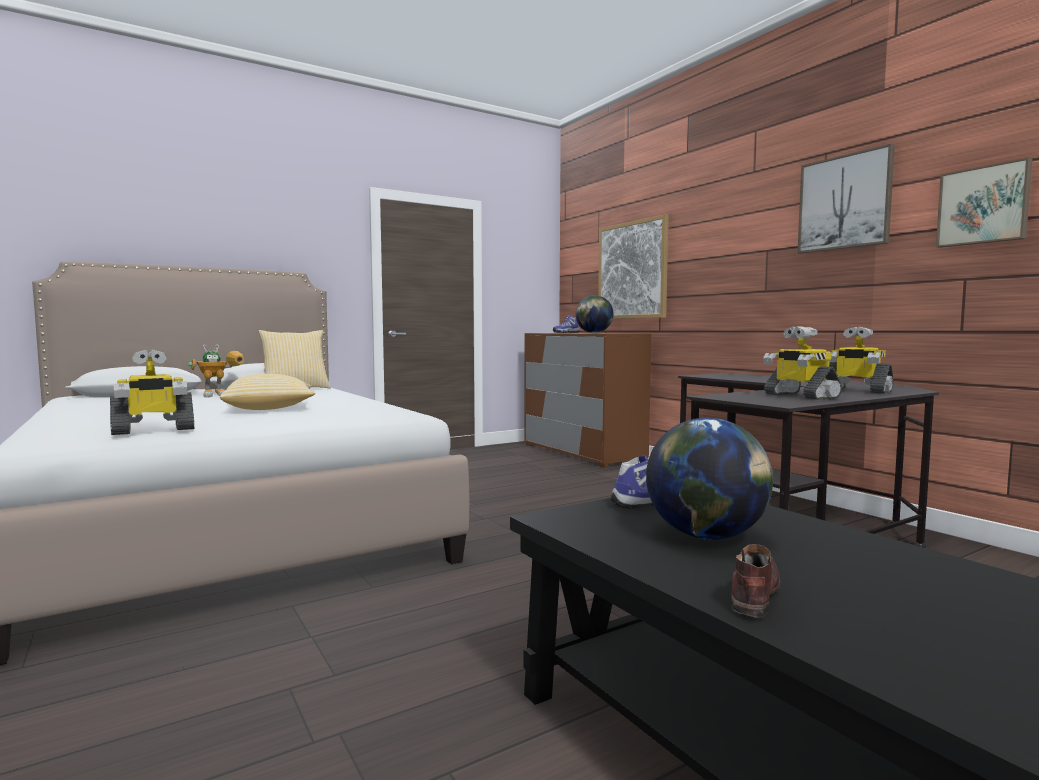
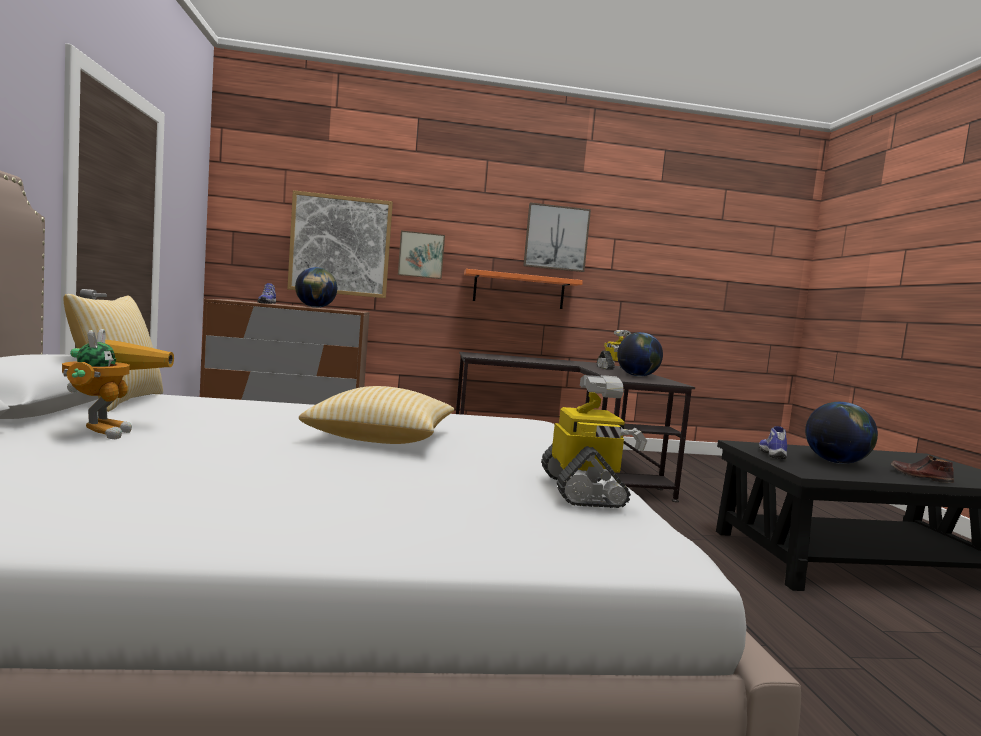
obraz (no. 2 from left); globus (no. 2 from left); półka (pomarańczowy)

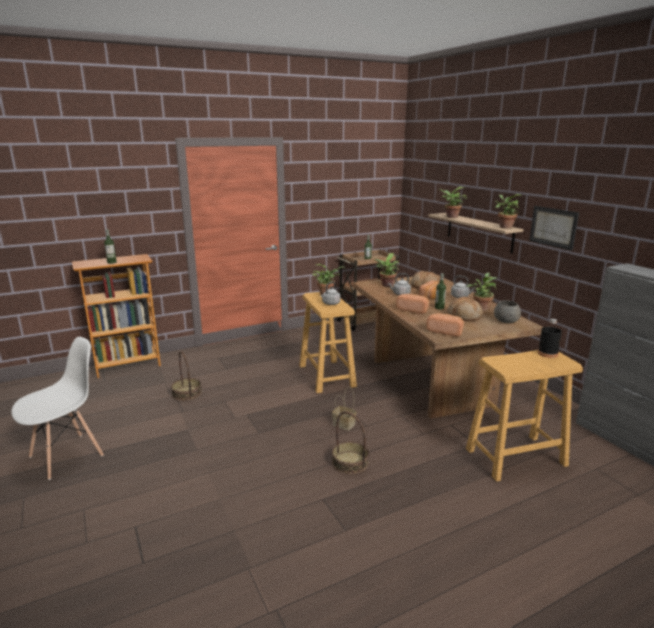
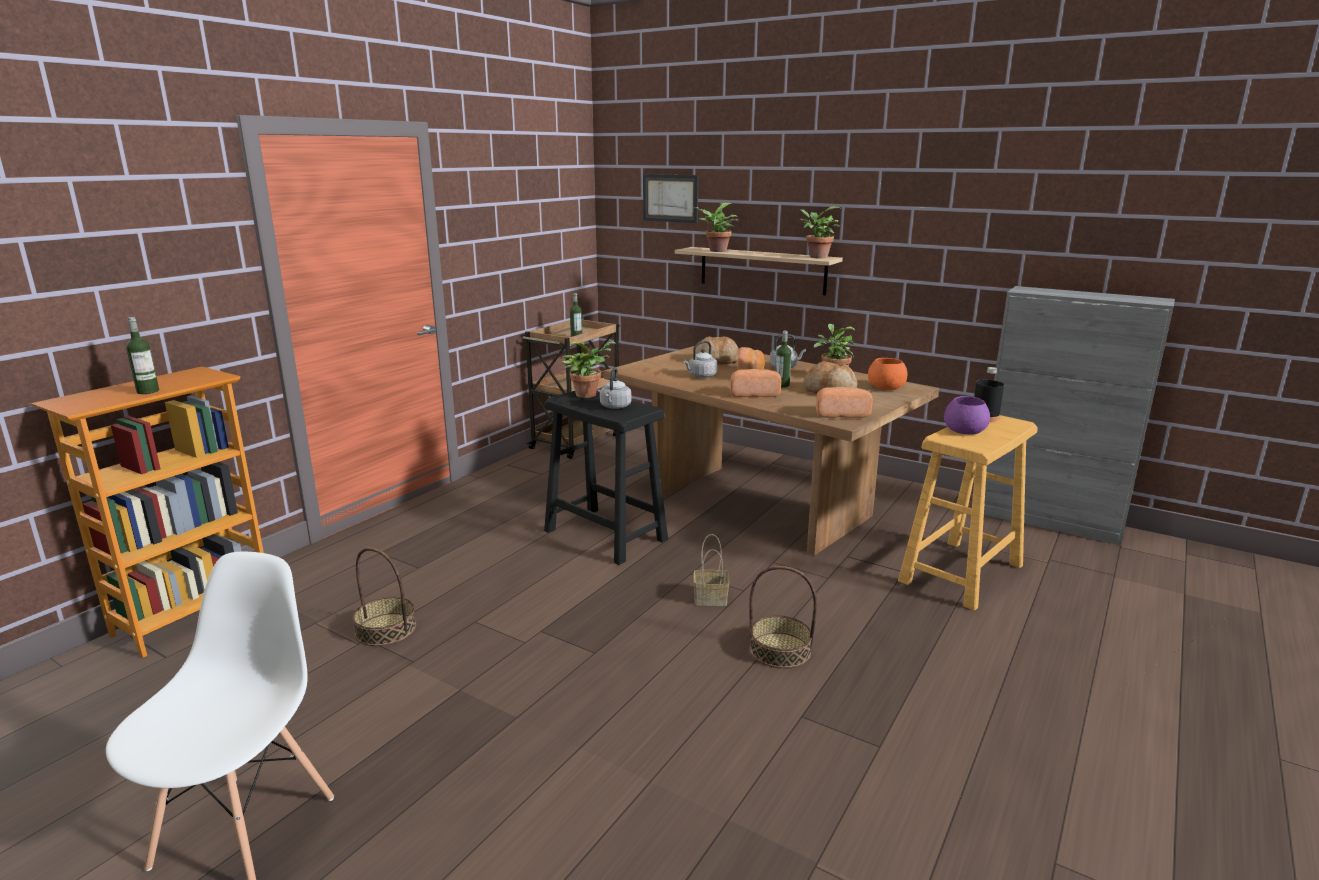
obraz; roślina doniczkowa (no. 2 from left in the first image); stołek (czarny); miska (pomarańczowy); miska (fioletowy)

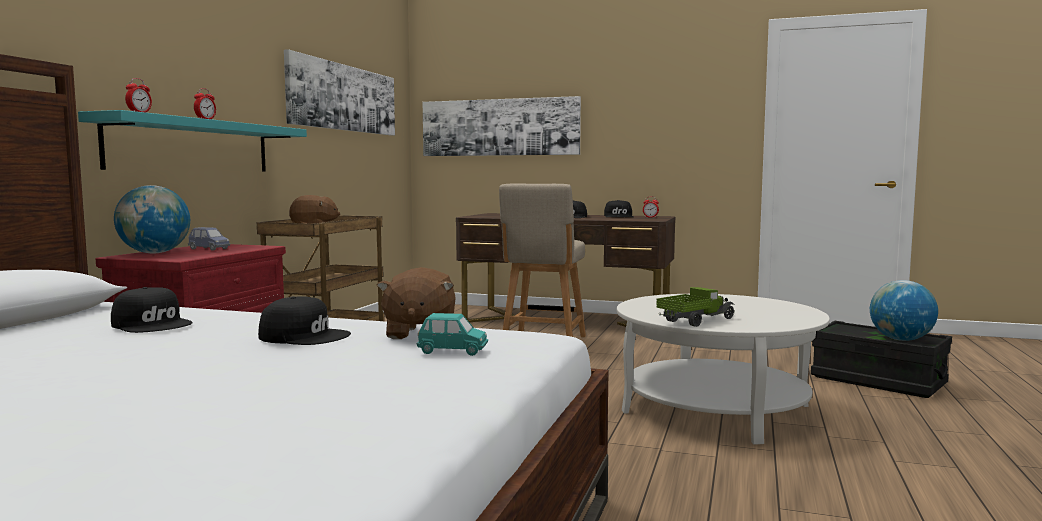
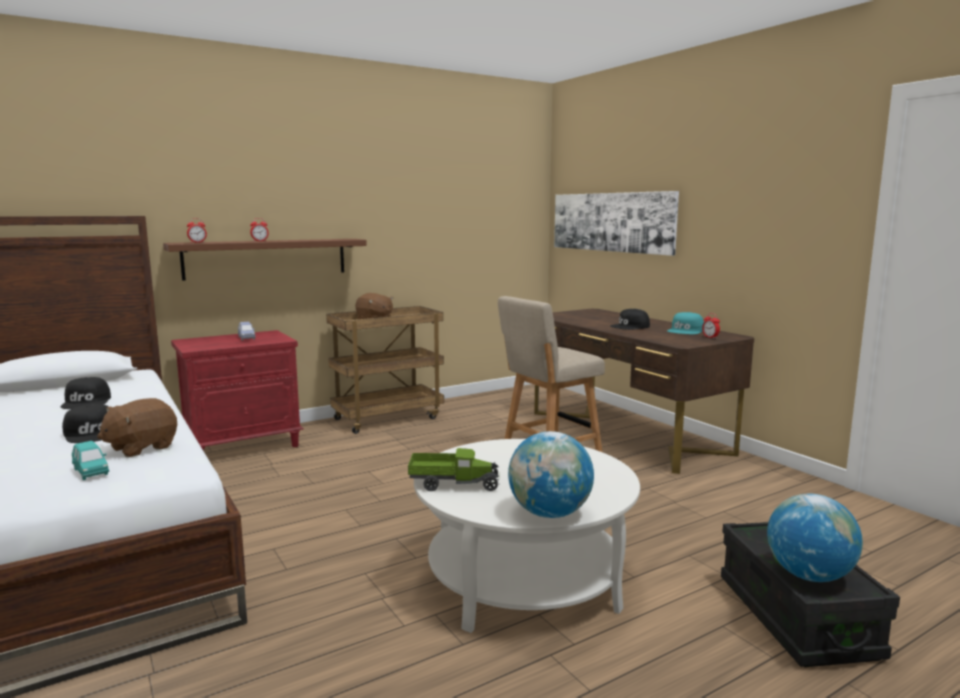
obraz (no. 1 from left in the first image); półka (brązowy); globus (no. 1 from left); czapka z daszkiem (turkusowy)

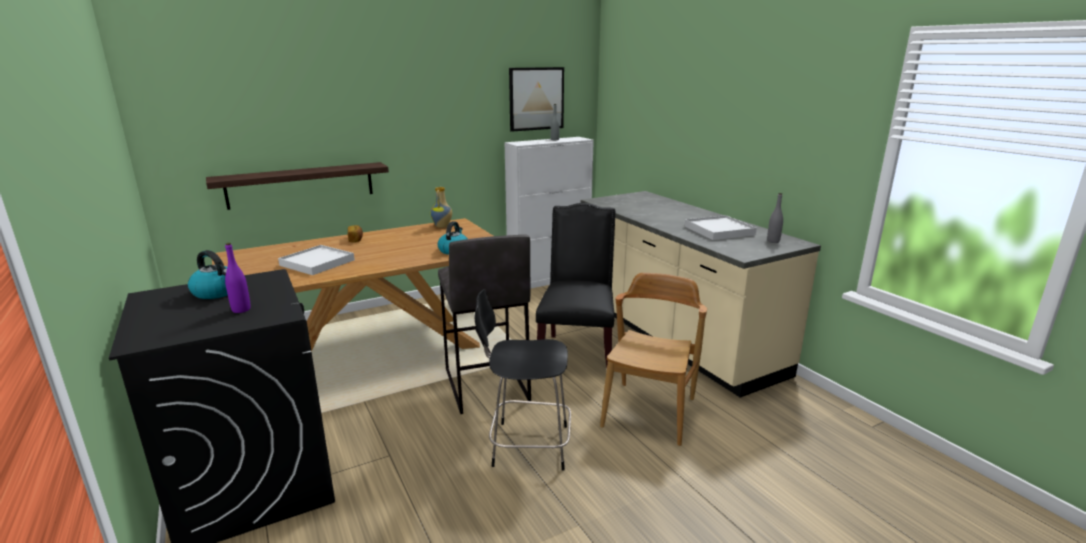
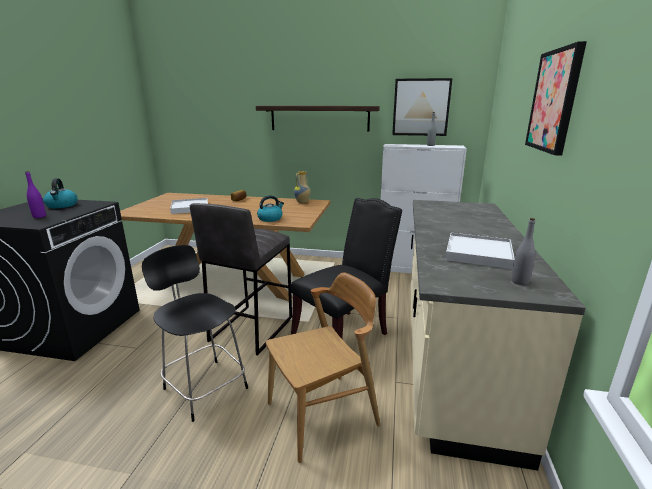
półka; obraz (no. 2 from left)

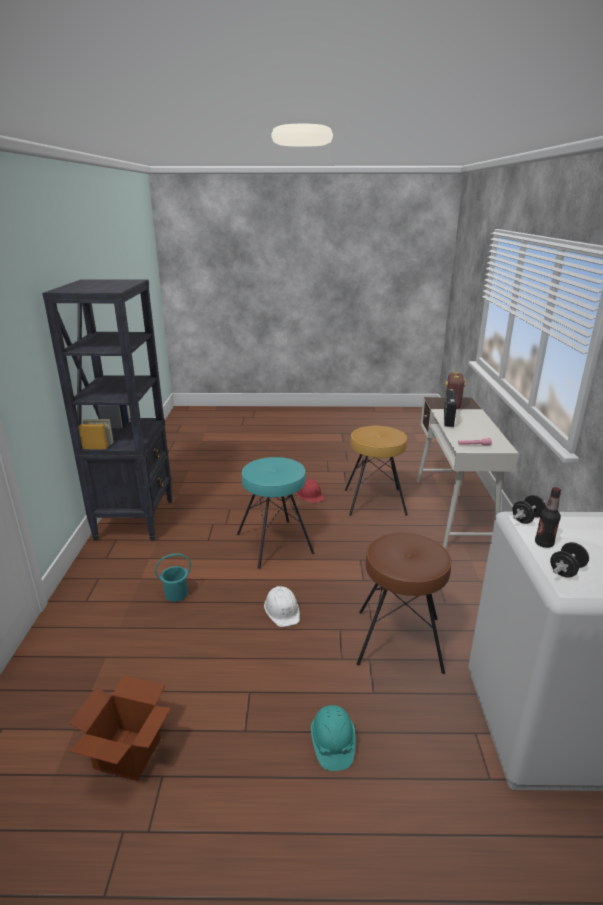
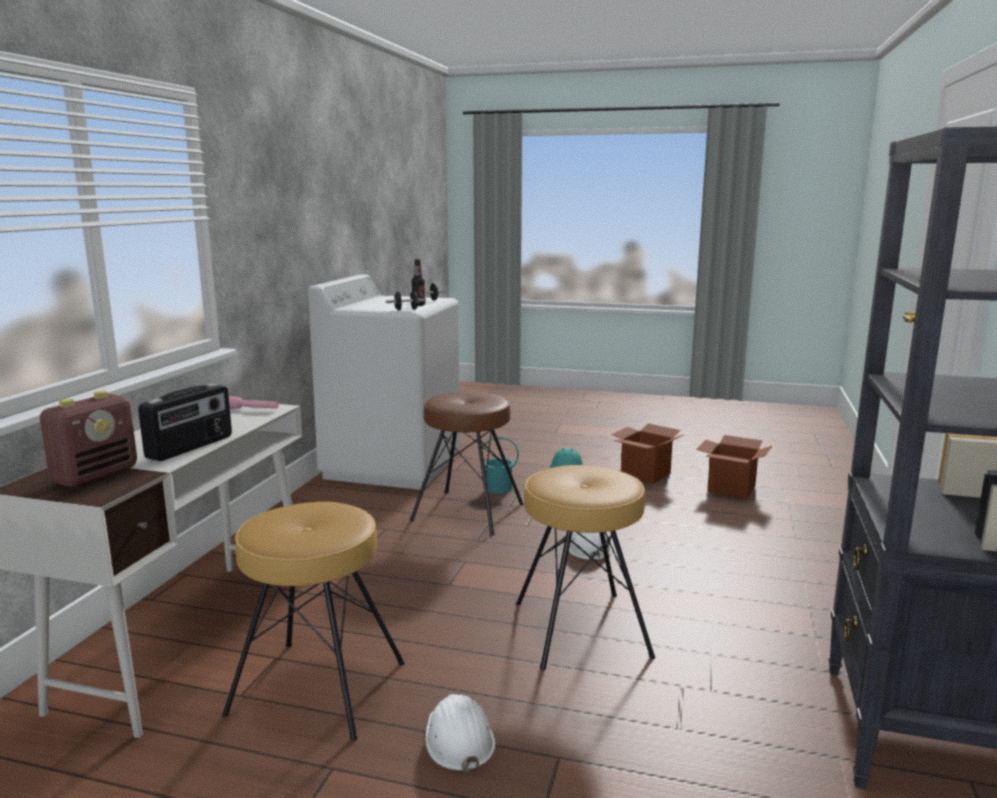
stołek (brązowy) (no. 3 from left); kask (biały) (no. 1 from left); wiadro (turkusowy); karton (no. 1 from left)

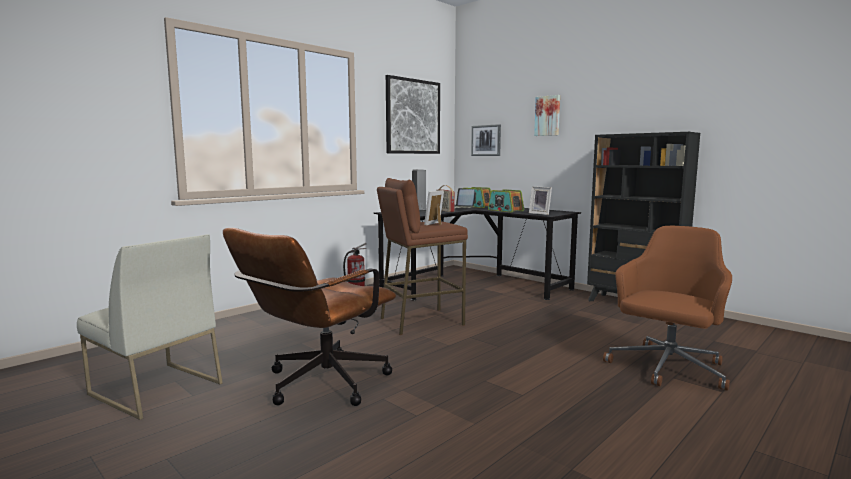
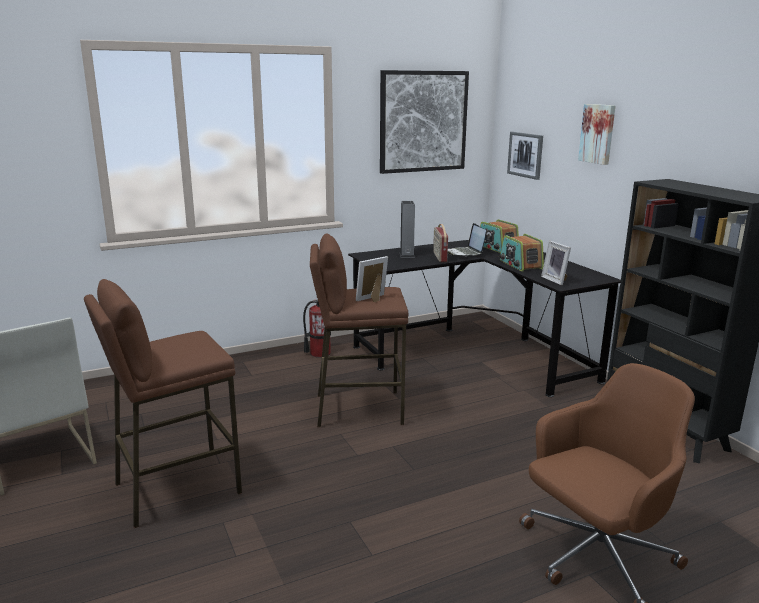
stołek (brązowy) (no. 1 from left)

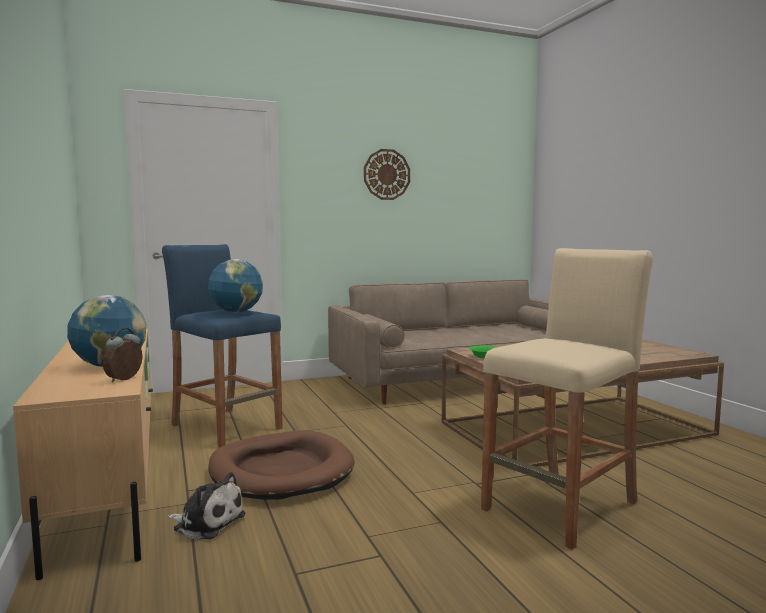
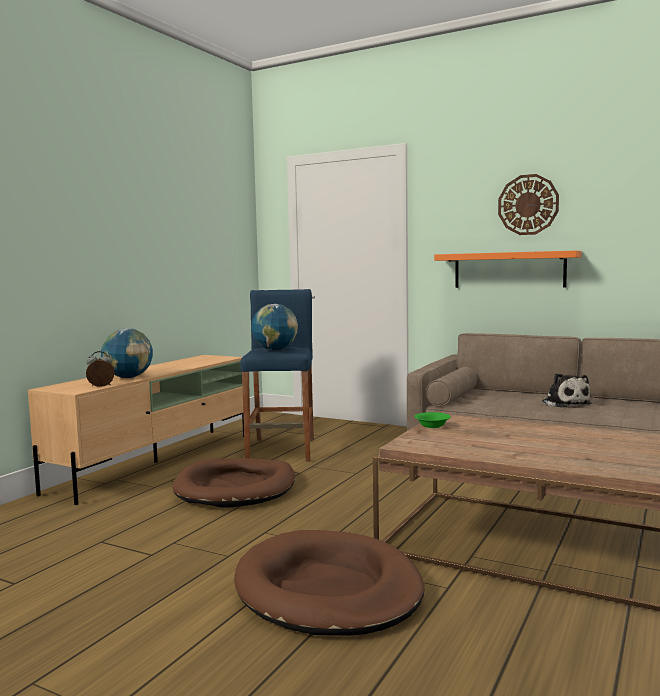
legowisko (brązowy) (no. 2 from left); pluszak; półka (pomarańczowy)

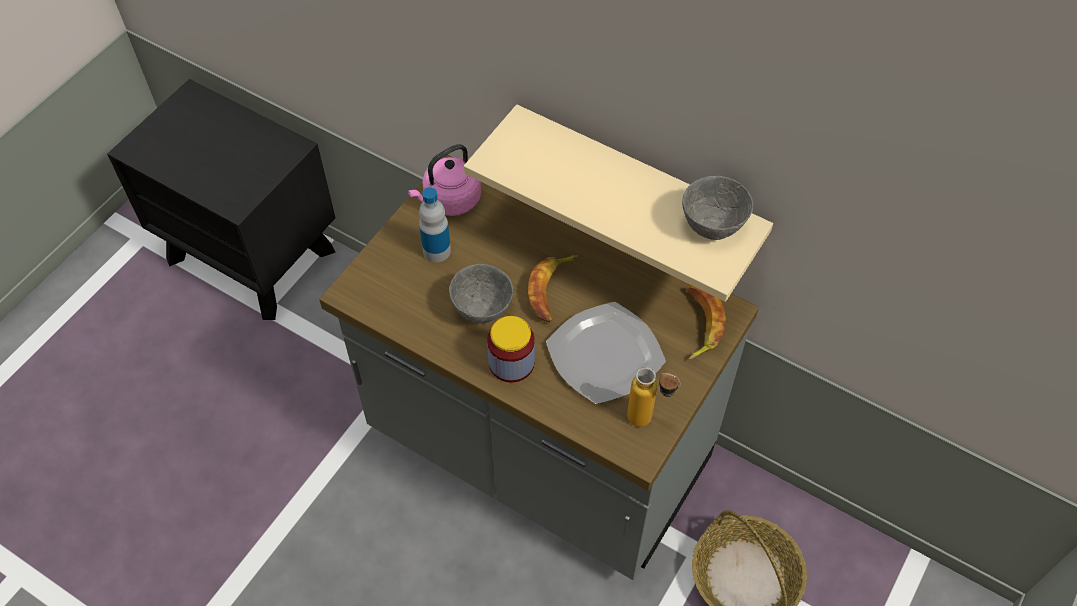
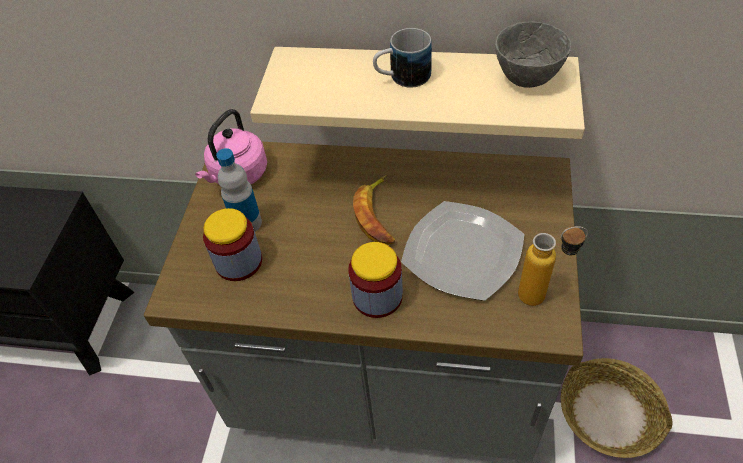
miska (szary) (no. 1 from left in the first image); banan (no. 2 from left in the first image); kubek; słoik (no. 1 from left)

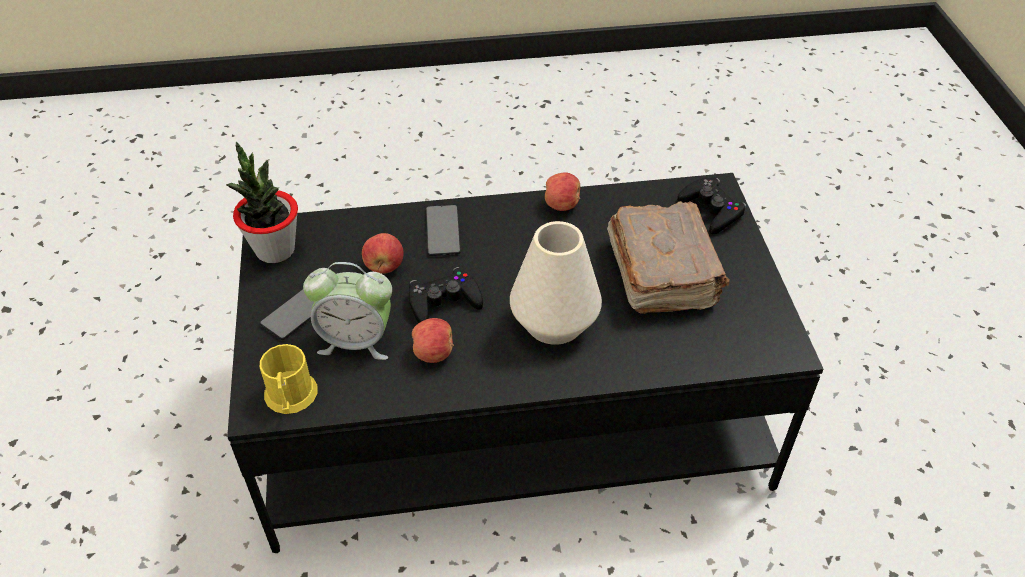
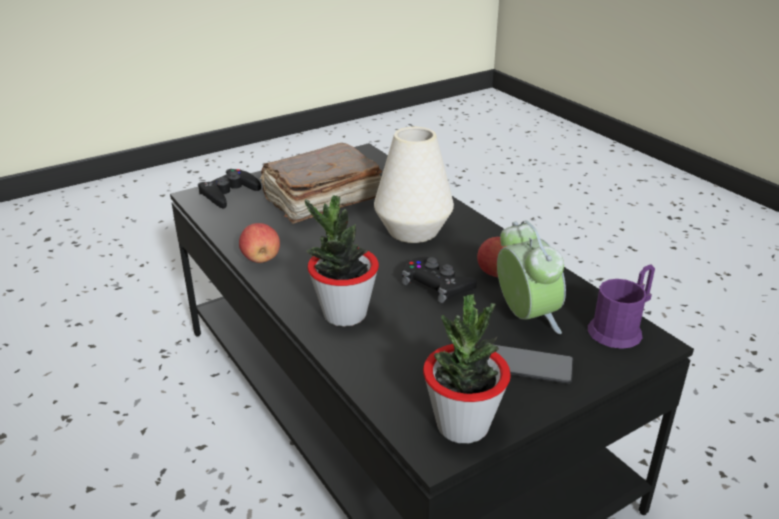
roślina doniczkowa (no. 1 from left); jabłko (no. 1 from left in the first image); kubek (fioletowy)

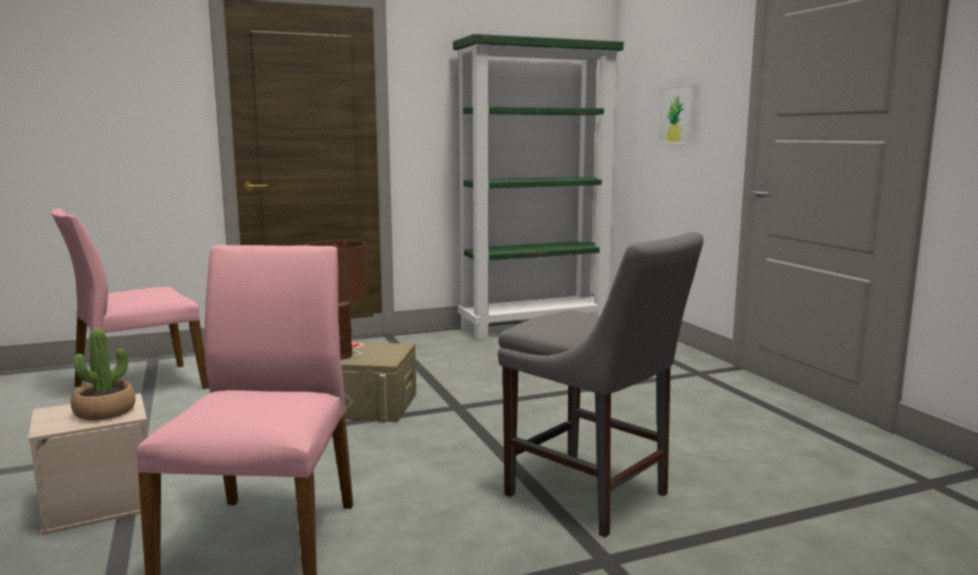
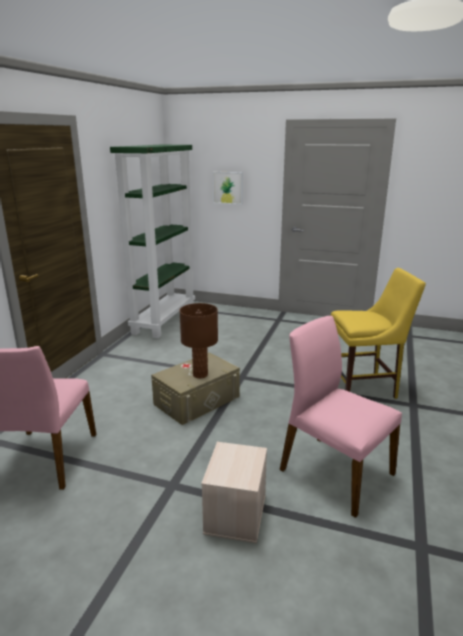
krzesło (żółty); roślina doniczkowa

